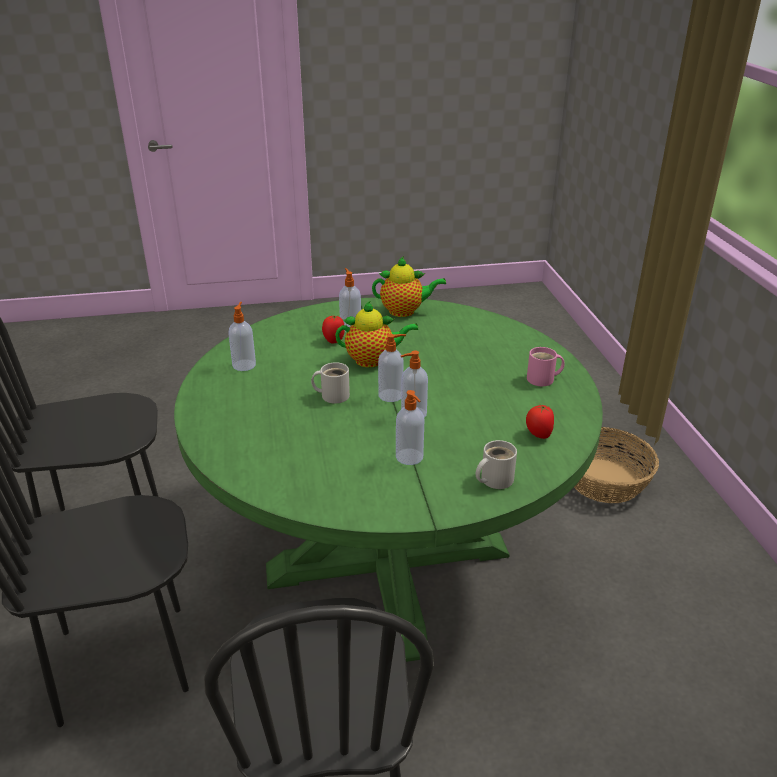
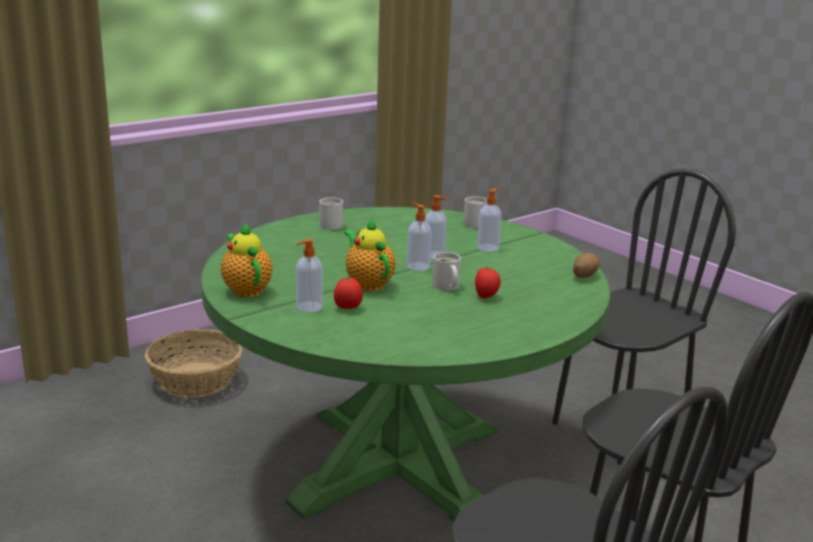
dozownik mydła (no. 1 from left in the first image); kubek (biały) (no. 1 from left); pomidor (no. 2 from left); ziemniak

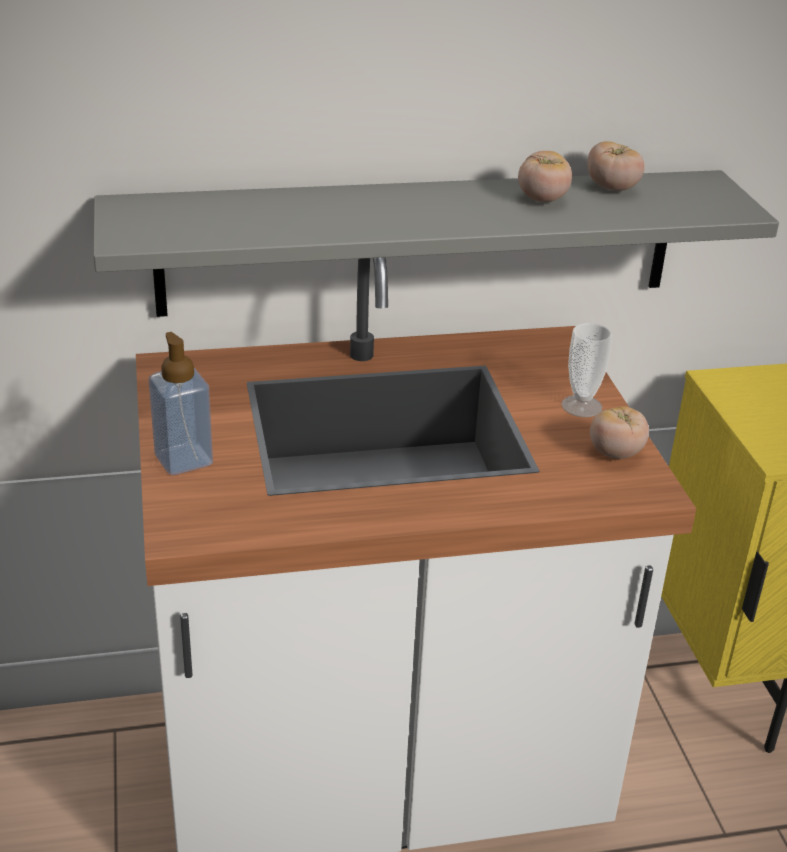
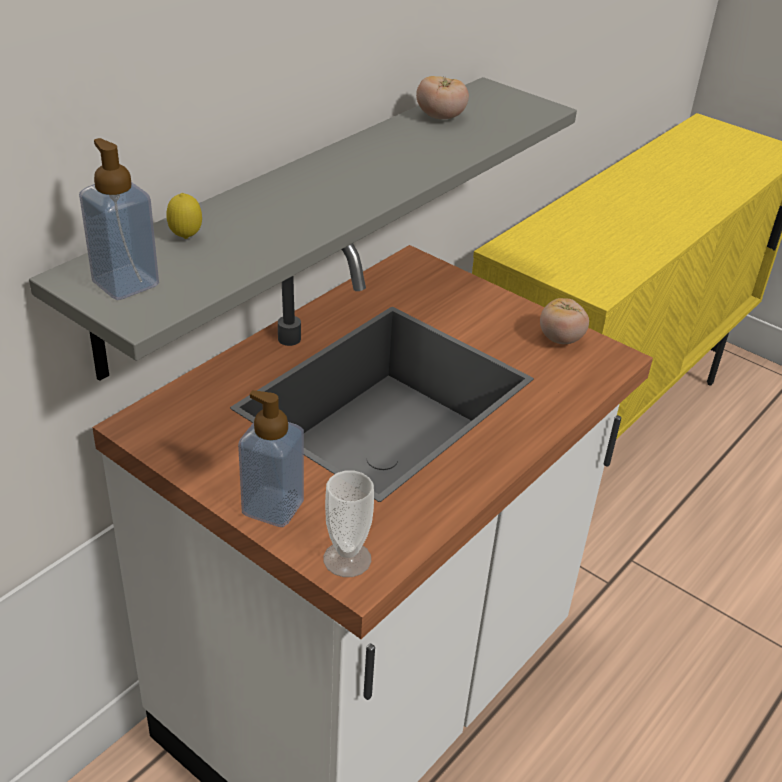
pomidor (no. 1 from left in the first image); filiżanka; dozownik mydła (no. 1 from left); cytryna

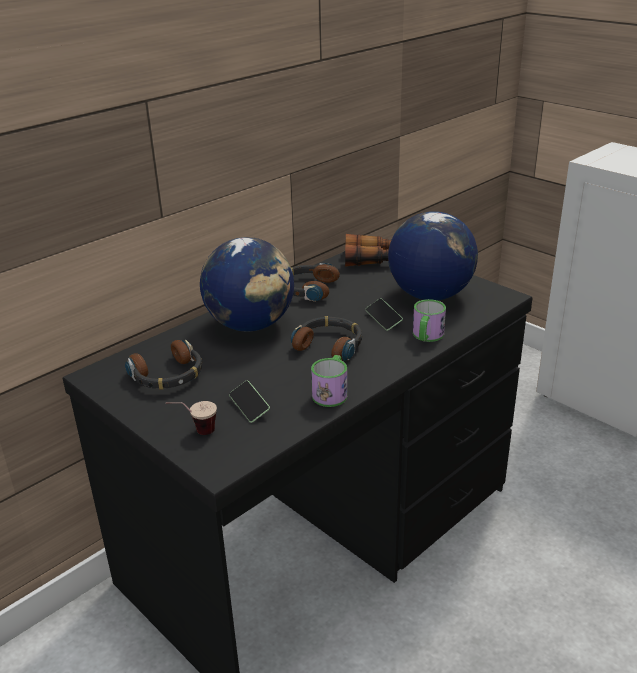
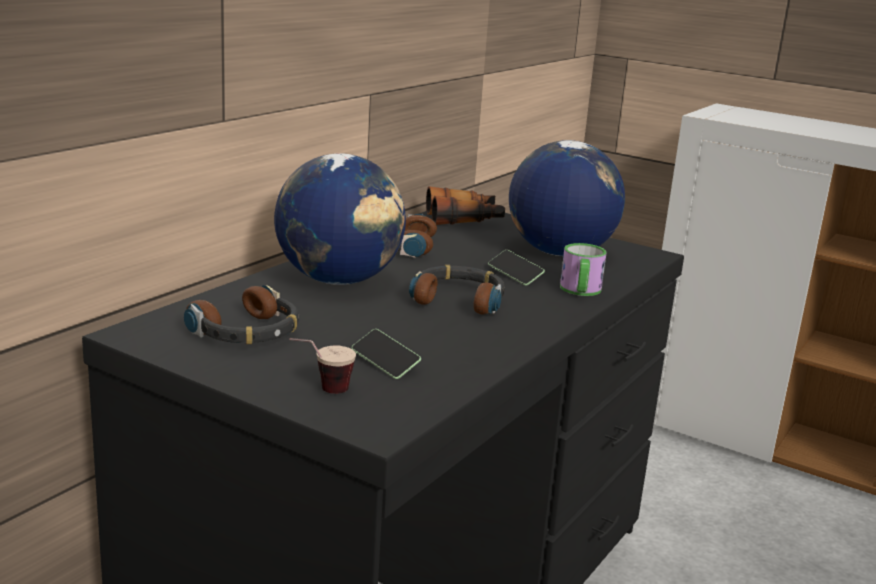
kubek (no. 1 from left in the first image)

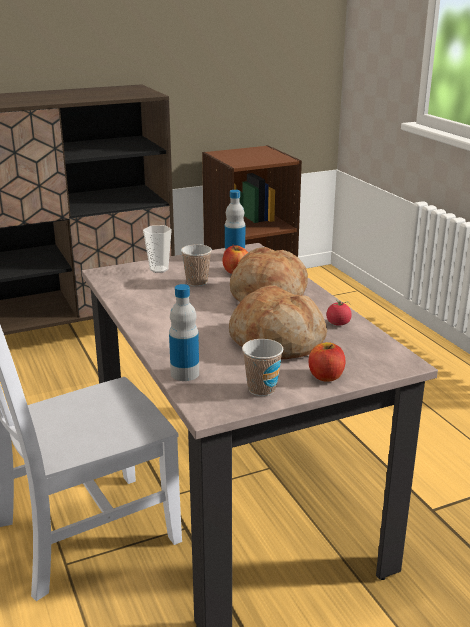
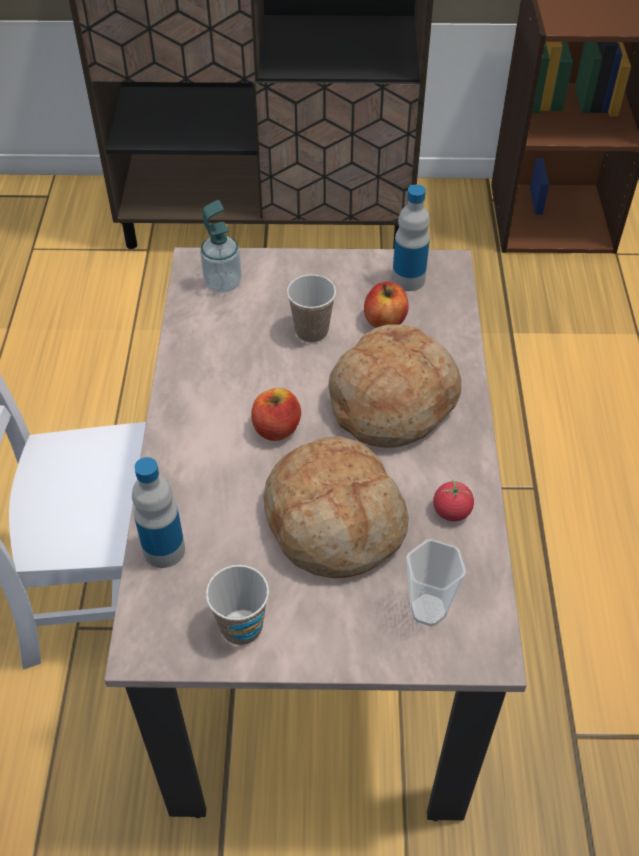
filiżanka (no. 3 from left); jabłko (no. 1 from left); dozownik mydła

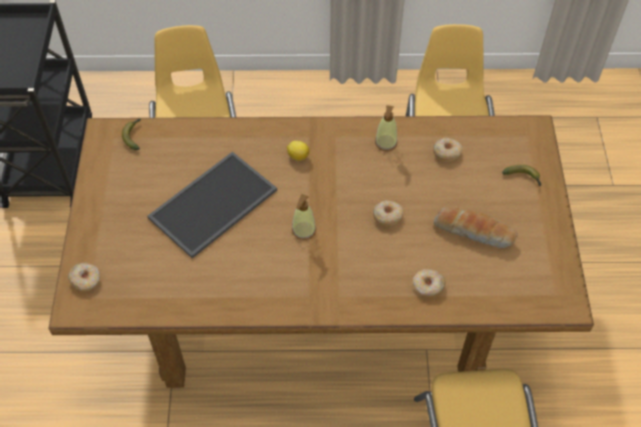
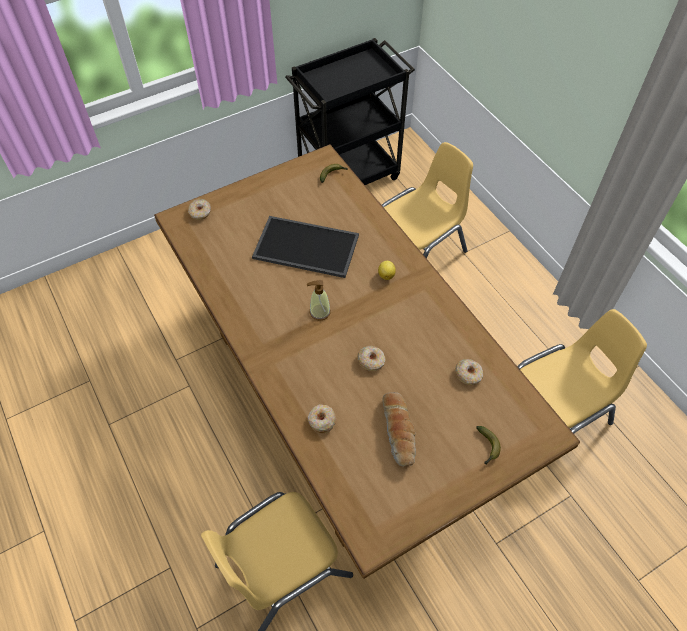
dozownik mydła (no. 2 from left in the first image)

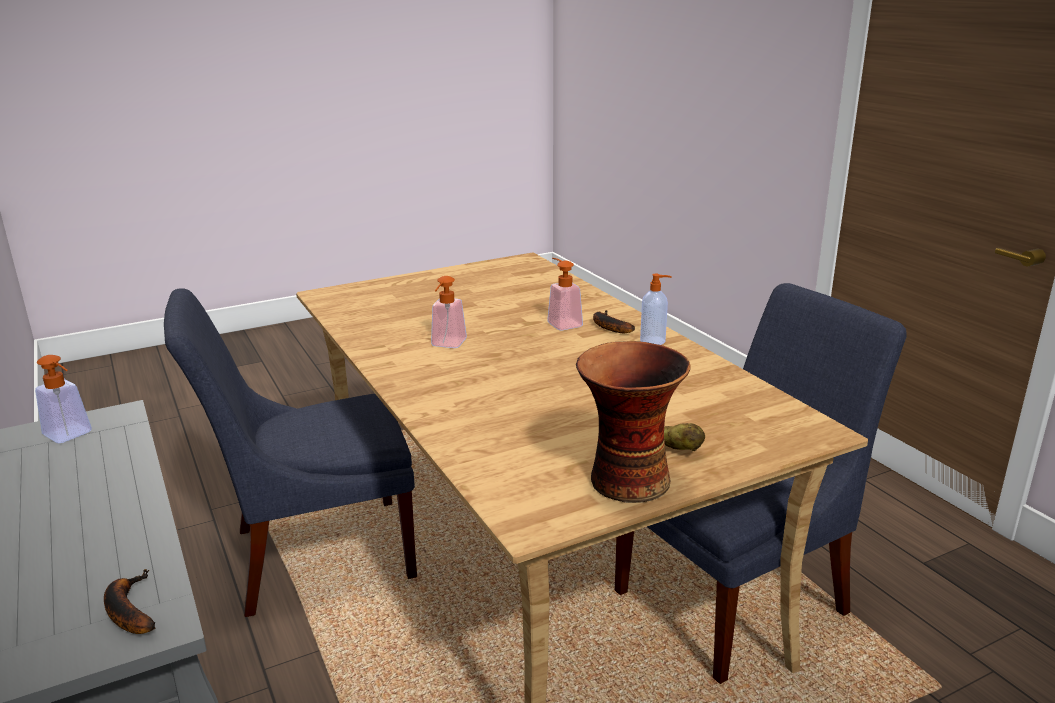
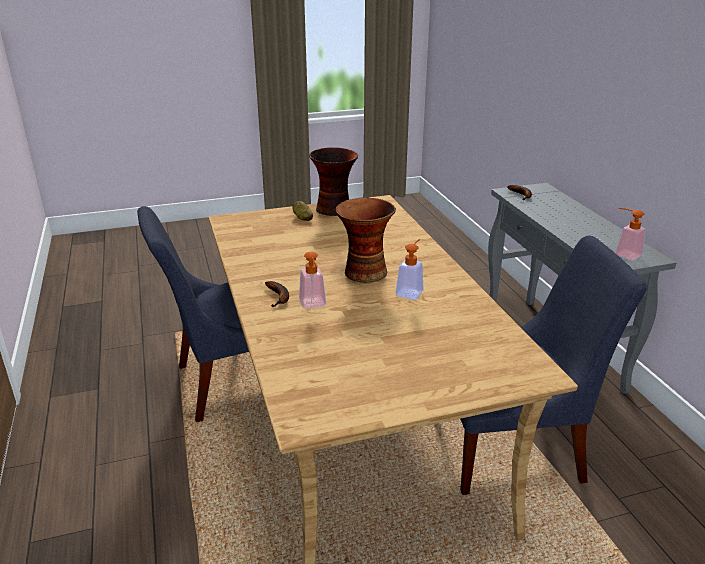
dozownik mydła (no. 4 from left in the first image); wazon (no. 2 from left)

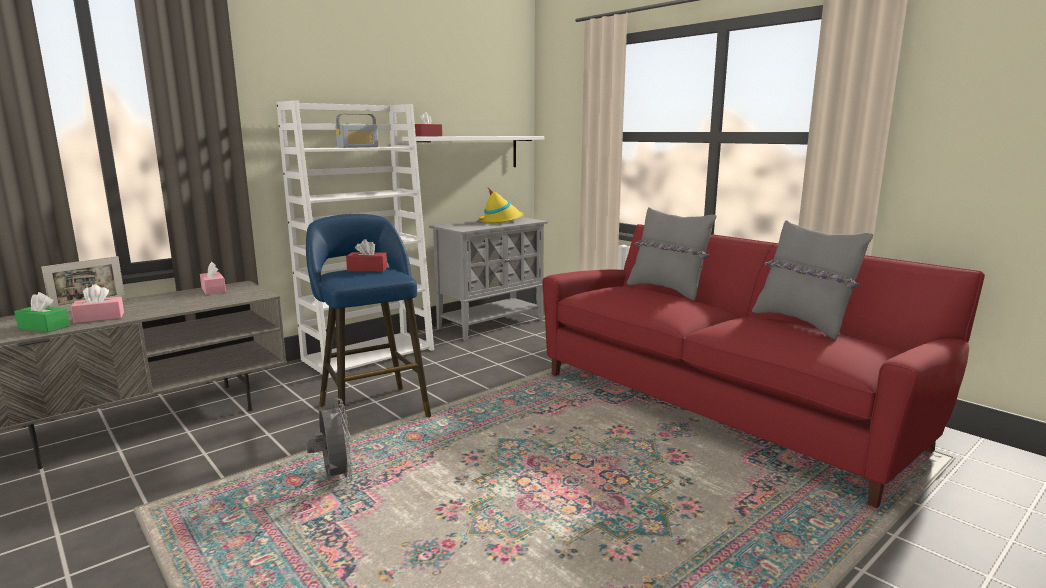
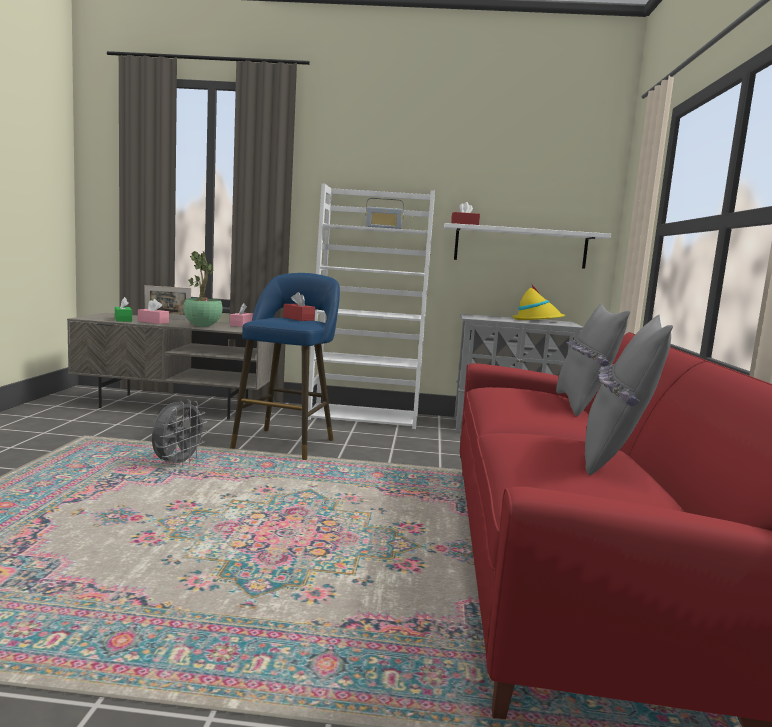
roślina doniczkowa

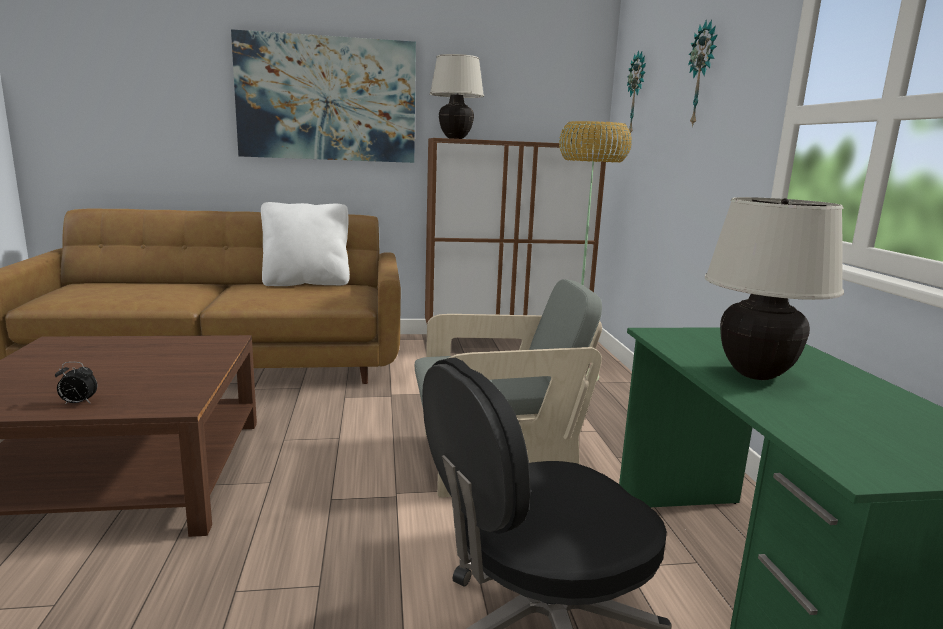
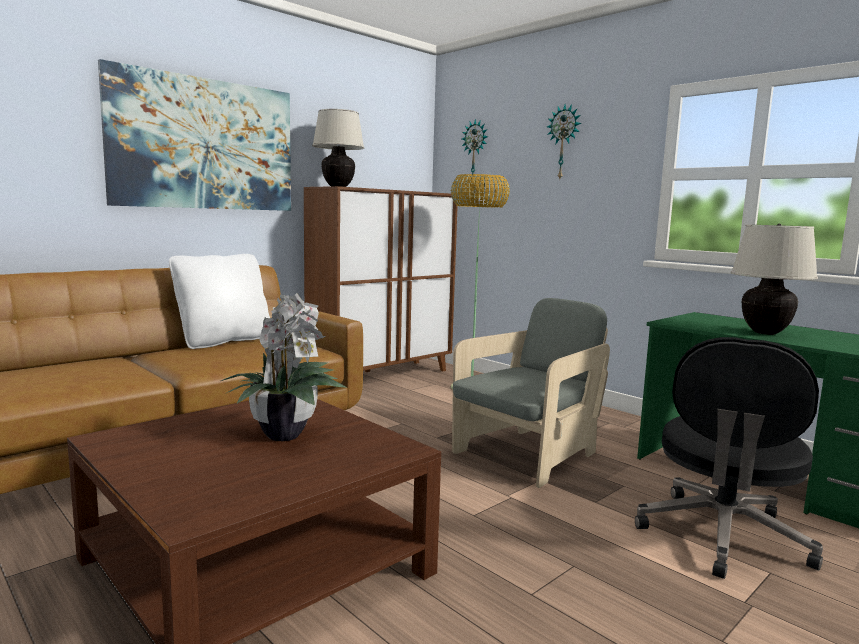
budzik; roślina doniczkowa

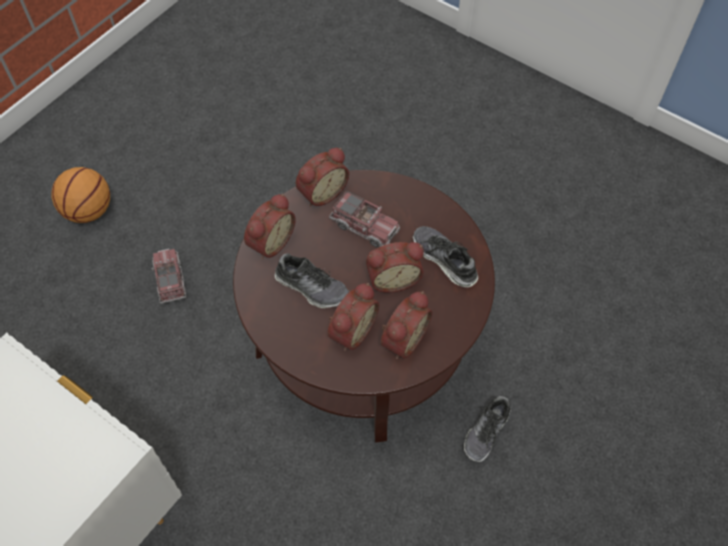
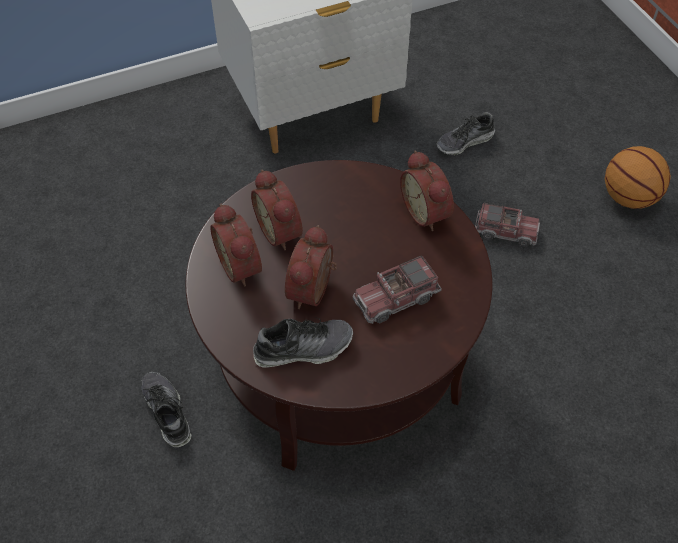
budzik (no. 2 from left in the first image); but (no. 3 from left)

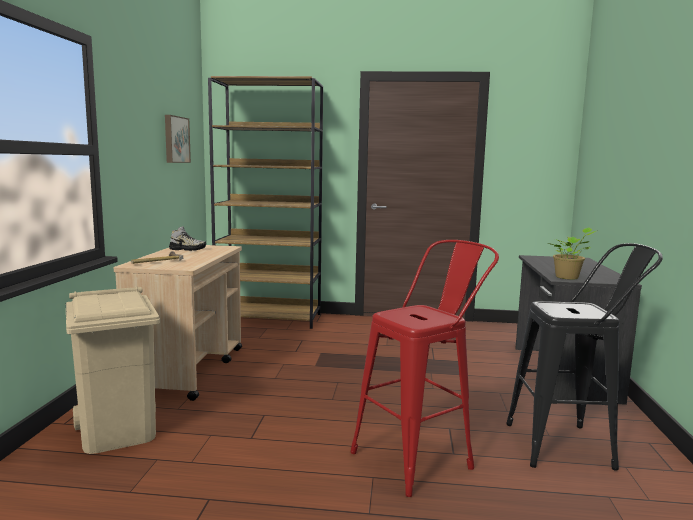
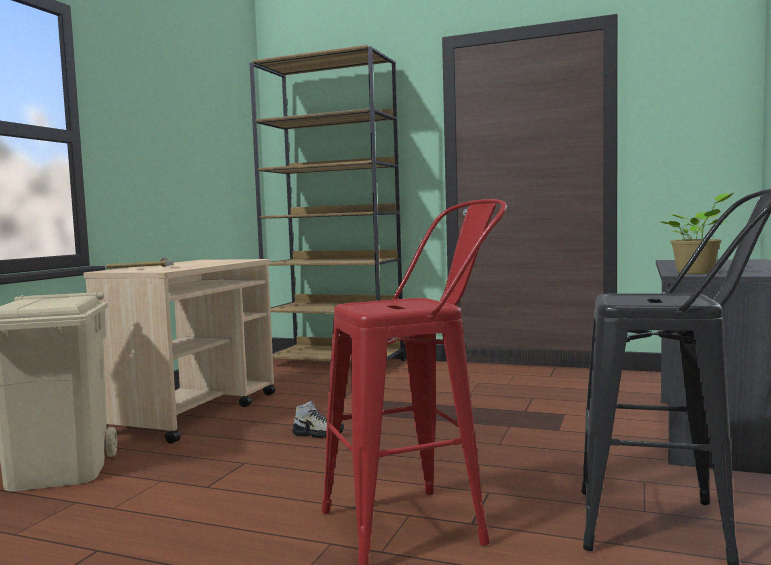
obraz; but

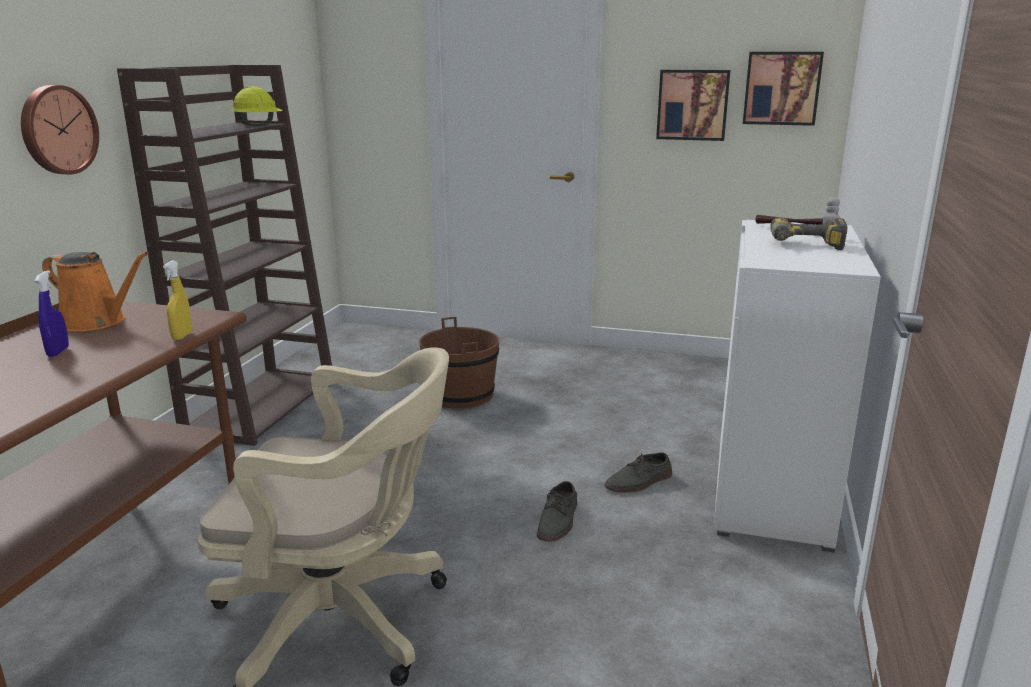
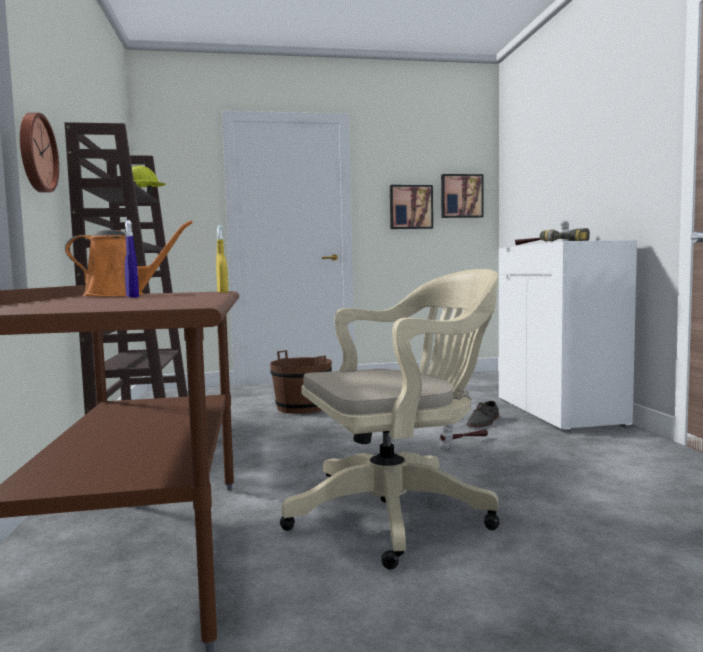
młotek (no. 1 from left)

